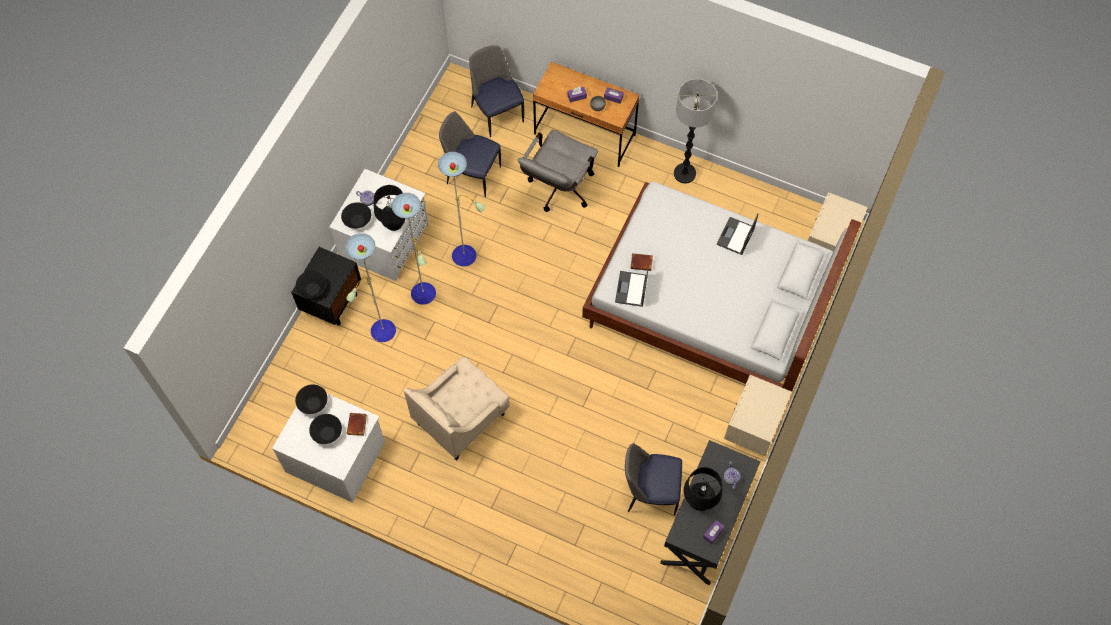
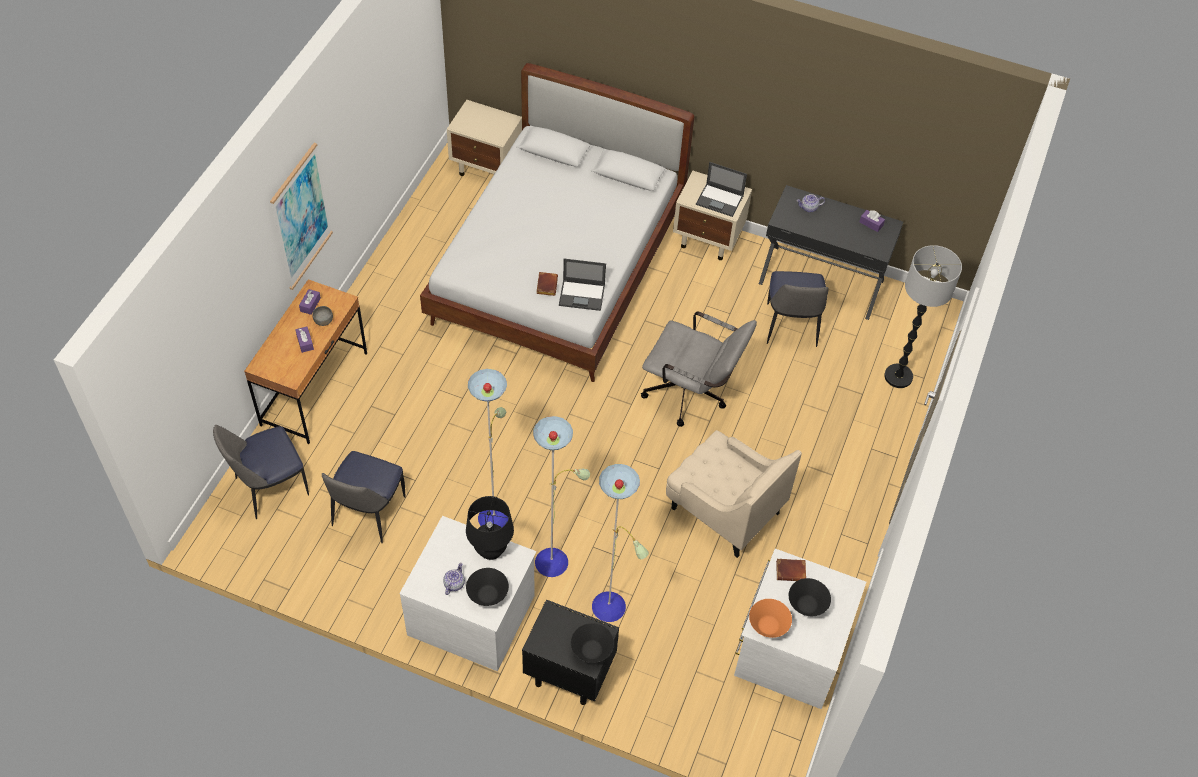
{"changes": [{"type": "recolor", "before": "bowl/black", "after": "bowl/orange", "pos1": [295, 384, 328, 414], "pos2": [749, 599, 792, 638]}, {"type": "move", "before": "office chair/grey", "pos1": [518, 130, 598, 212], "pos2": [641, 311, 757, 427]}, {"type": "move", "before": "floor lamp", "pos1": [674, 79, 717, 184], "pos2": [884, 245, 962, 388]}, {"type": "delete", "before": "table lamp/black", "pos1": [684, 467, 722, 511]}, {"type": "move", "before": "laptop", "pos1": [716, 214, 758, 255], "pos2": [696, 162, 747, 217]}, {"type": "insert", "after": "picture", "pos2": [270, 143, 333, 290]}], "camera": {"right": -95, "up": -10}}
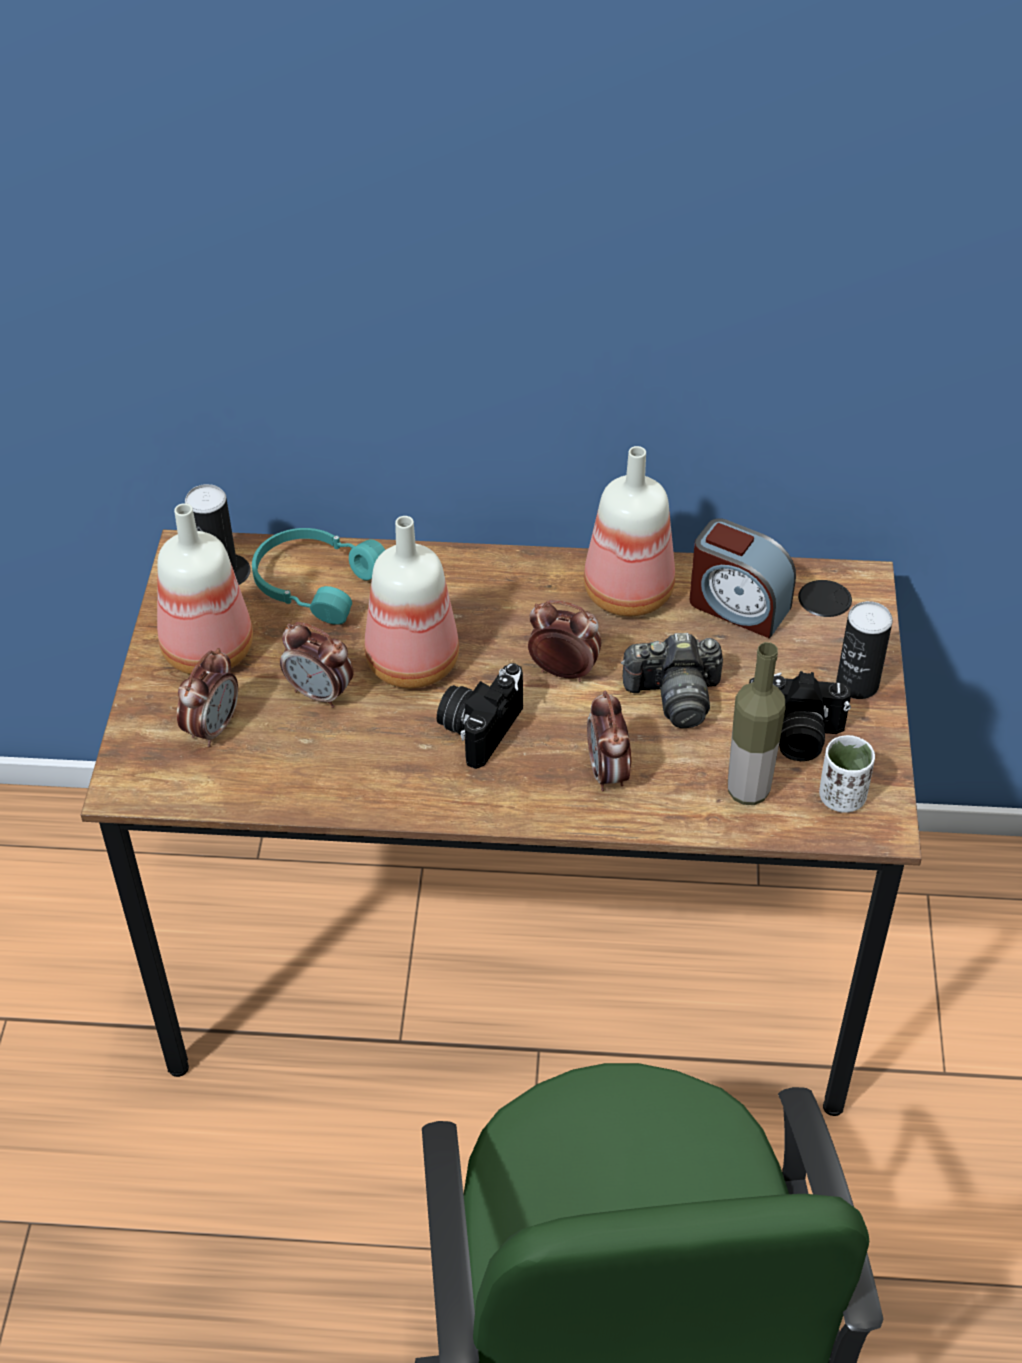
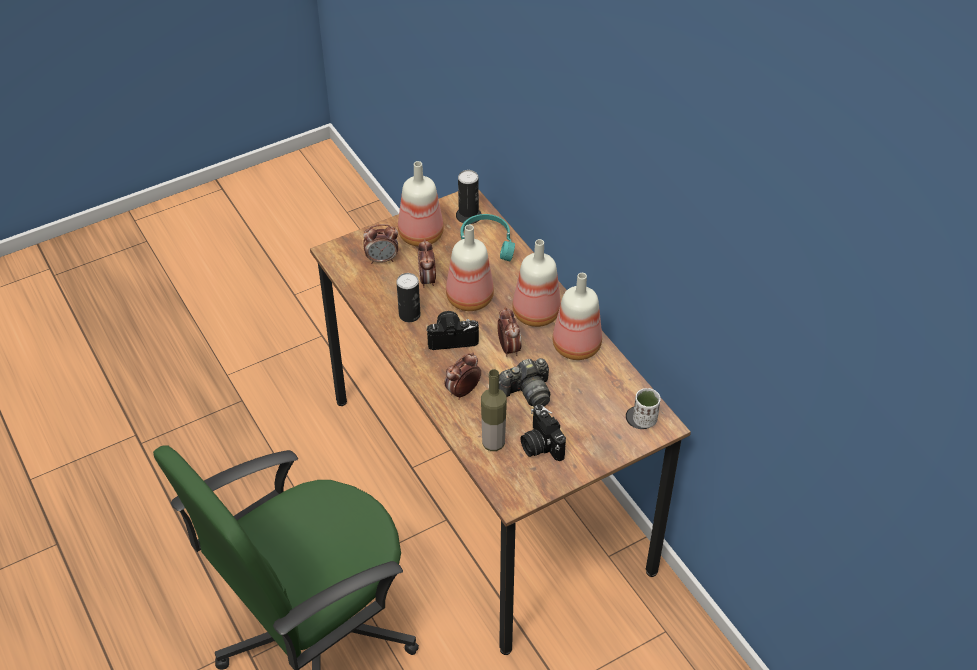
{"changes": [{"type": "rotate", "before": "photo camera", "pos1": [621, 633, 723, 728], "pos2": [499, 358, 551, 407], "turn": -75}, {"type": "delete", "before": "alarm clock", "pos1": [689, 518, 796, 638]}, {"type": "move", "before": "cup/white", "pos1": [819, 735, 875, 813], "pos2": [633, 388, 661, 428]}, {"type": "move", "before": "can", "pos1": [836, 601, 893, 699], "pos2": [396, 273, 420, 322]}, {"type": "insert", "after": "bottle", "pos2": [512, 239, 561, 327]}], "camera": {"right": 55, "up": 0}}
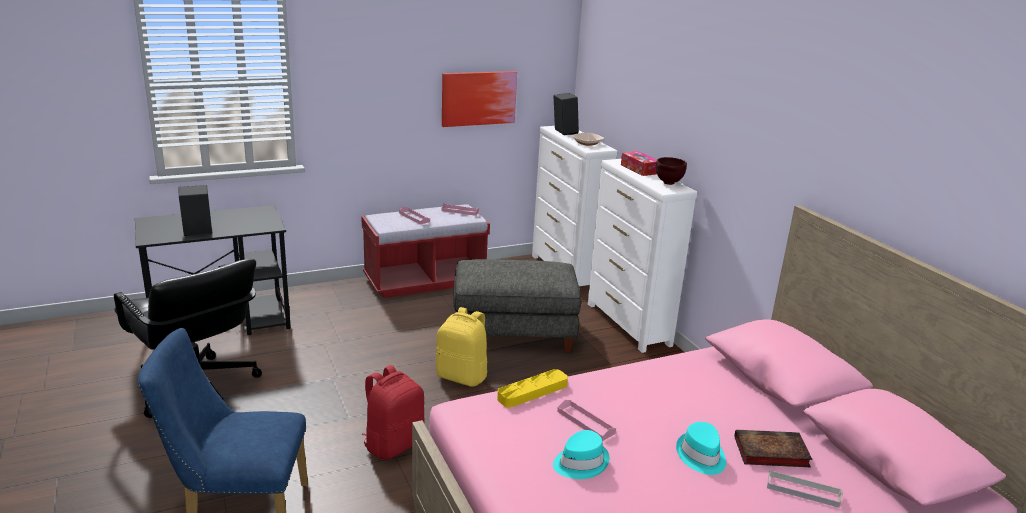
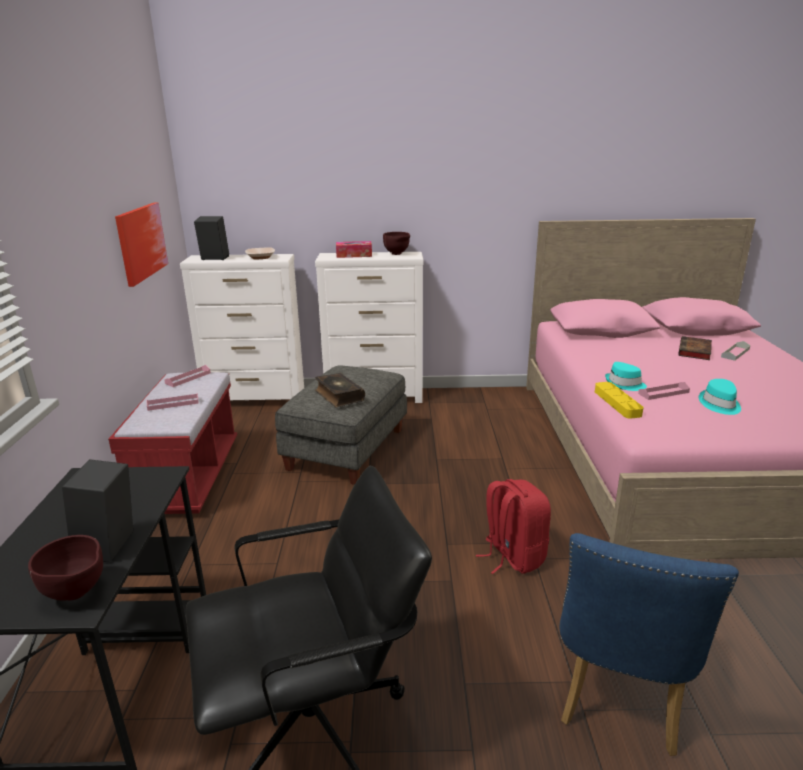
{"changes": [{"type": "delete", "before": "backpack/yellow", "pos1": [435, 307, 488, 387]}, {"type": "move", "before": "hat/turquoise", "pos1": [676, 422, 726, 475], "pos2": [605, 362, 647, 391]}, {"type": "insert", "after": "bowl/brown", "pos2": [28, 535, 103, 601]}, {"type": "insert", "after": "book", "pos2": [315, 373, 365, 407]}], "camera": {"right": -65, "up": 0}}
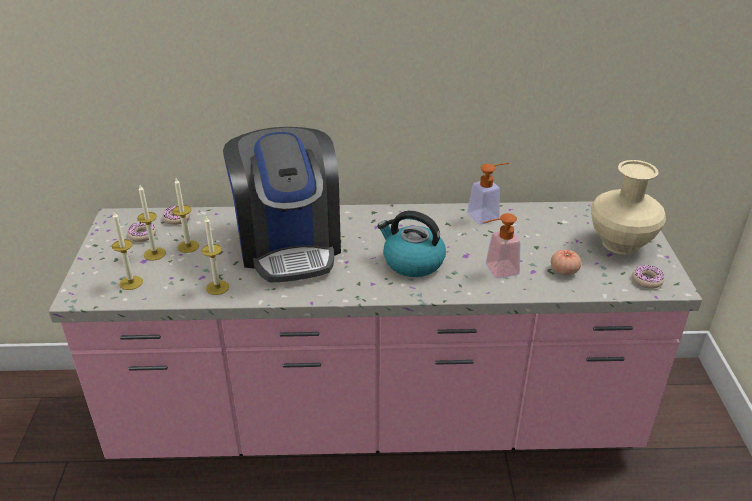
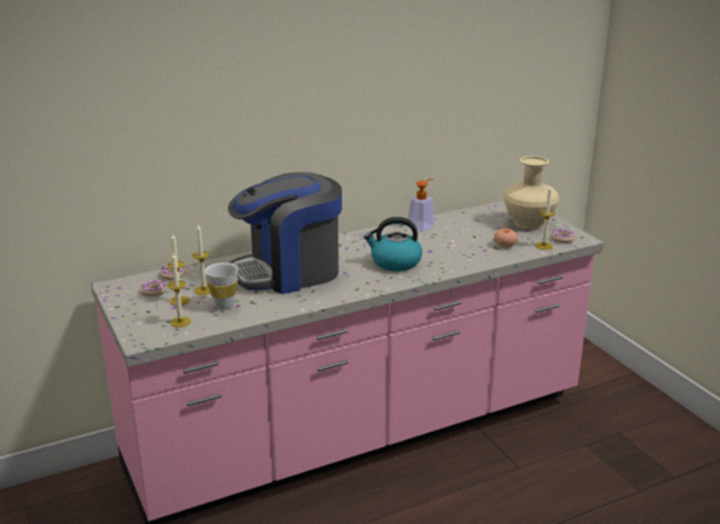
{"changes": [{"type": "move", "before": "candle", "pos1": [201, 216, 229, 295], "pos2": [535, 186, 555, 250]}, {"type": "rotate", "before": "coffee machine", "pos1": [223, 127, 341, 282], "pos2": [228, 172, 342, 294], "turn": 105}, {"type": "delete", "before": "soap dispenser", "pos1": [483, 213, 521, 279]}, {"type": "insert", "after": "cup/white", "pos2": [205, 263, 238, 310]}], "camera": {"right": -25, "up": -10}}
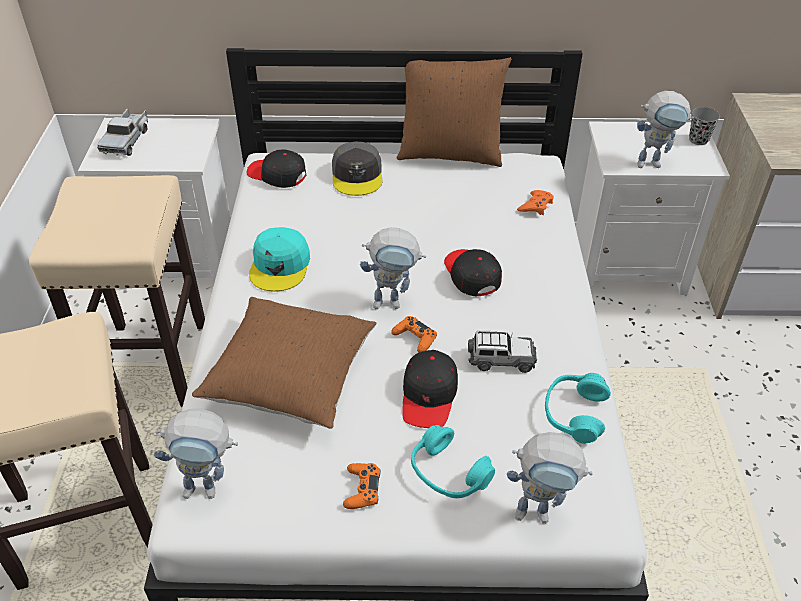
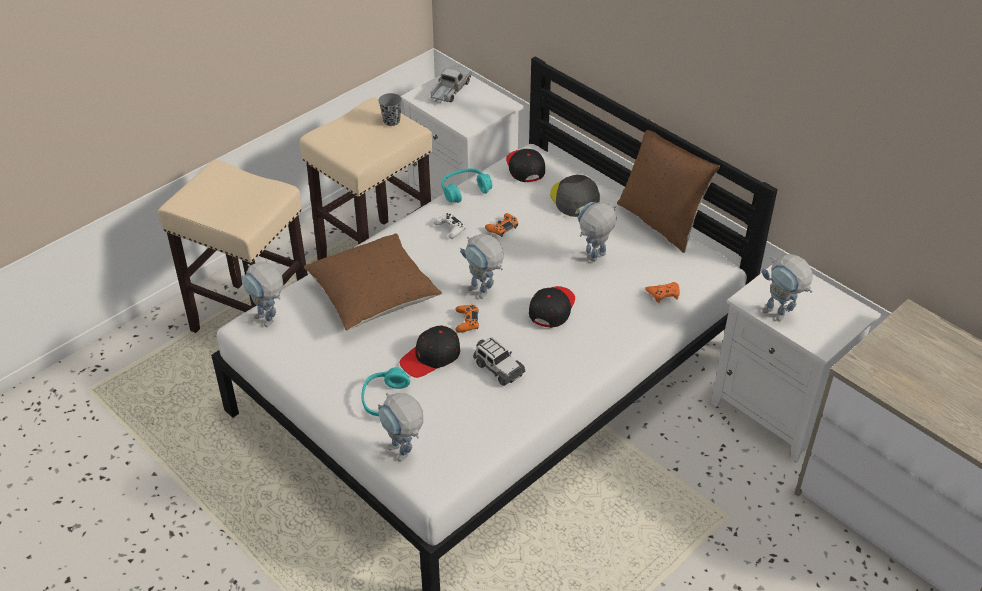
{"changes": [{"type": "rotate", "before": "toy truck", "pos1": [97, 108, 148, 156], "pos2": [430, 65, 472, 102], "turn": 150}, {"type": "replace", "before": "cap/turquoise", "after": "game controller/white", "pos1": [249, 227, 310, 292], "pos2": [434, 213, 465, 239]}, {"type": "rotate", "before": "cap/grey", "pos1": [332, 142, 382, 196], "pos2": [550, 175, 600, 217], "turn": 120}, {"type": "move", "before": "game controller/orange", "pos1": [343, 463, 381, 509], "pos2": [485, 213, 518, 237]}, {"type": "move", "before": "headphones/turquoise", "pos1": [545, 373, 611, 444], "pos2": [441, 168, 492, 203]}, {"type": "move", "before": "cup/grey", "pos1": [689, 107, 720, 145], "pos2": [378, 93, 402, 126]}, {"type": "insert", "after": "toy robot", "pos2": [578, 202, 617, 262]}], "camera": {"right": 45, "up": 0}}
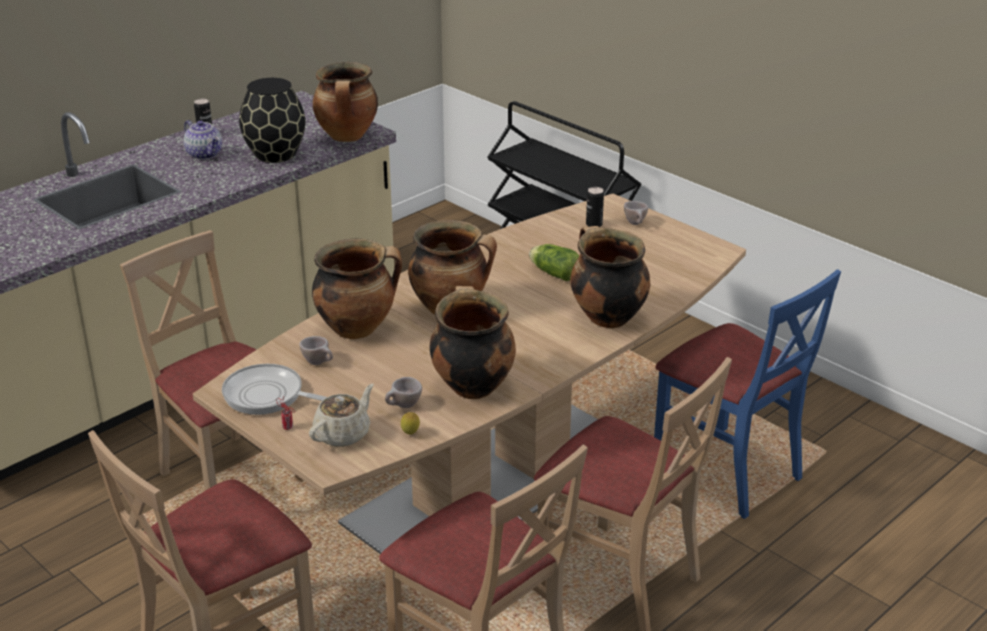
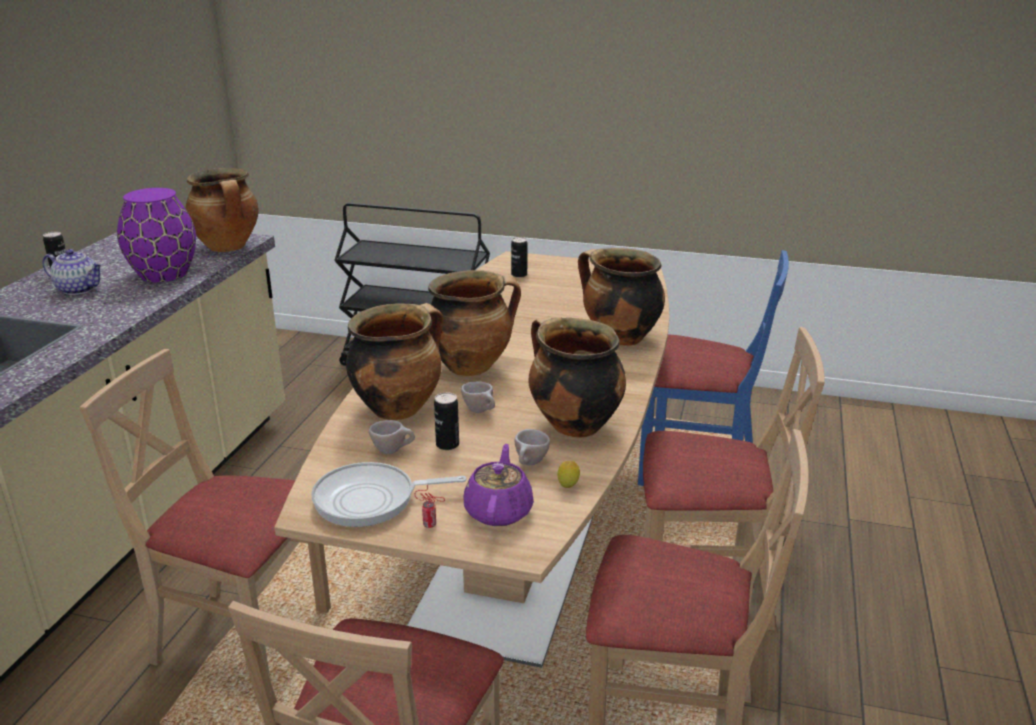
{"changes": [{"type": "recolor", "before": "vase/black", "after": "vase/purple", "pos1": [239, 78, 305, 163], "pos2": [117, 188, 196, 283]}, {"type": "recolor", "before": "teapot/beige", "after": "teapot/purple", "pos1": [309, 384, 374, 447], "pos2": [464, 444, 534, 526]}, {"type": "delete", "before": "lettuce", "pos1": [529, 244, 579, 281]}, {"type": "move", "before": "cup/beige", "pos1": [624, 201, 648, 225], "pos2": [461, 381, 495, 413]}, {"type": "insert", "after": "can", "pos2": [434, 392, 459, 450]}], "camera": {"right": -30, "up": -5}}
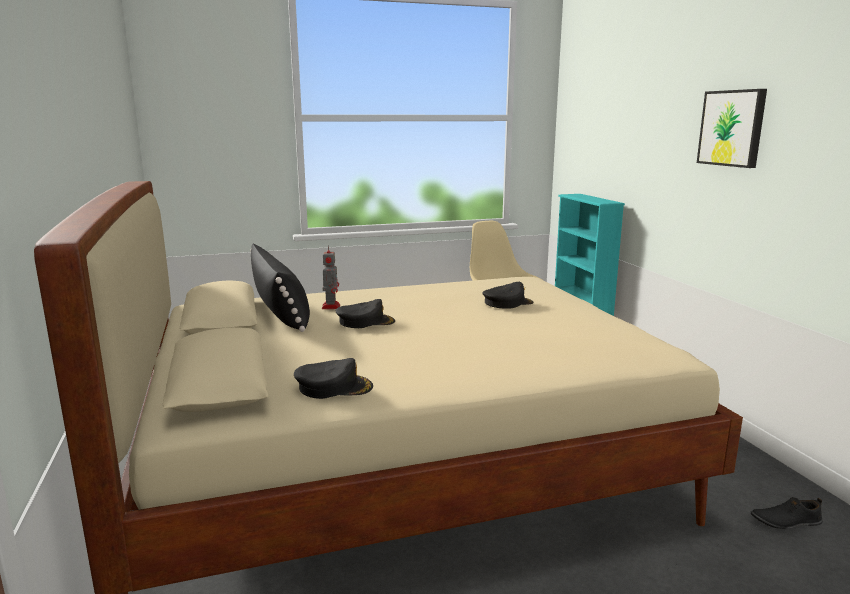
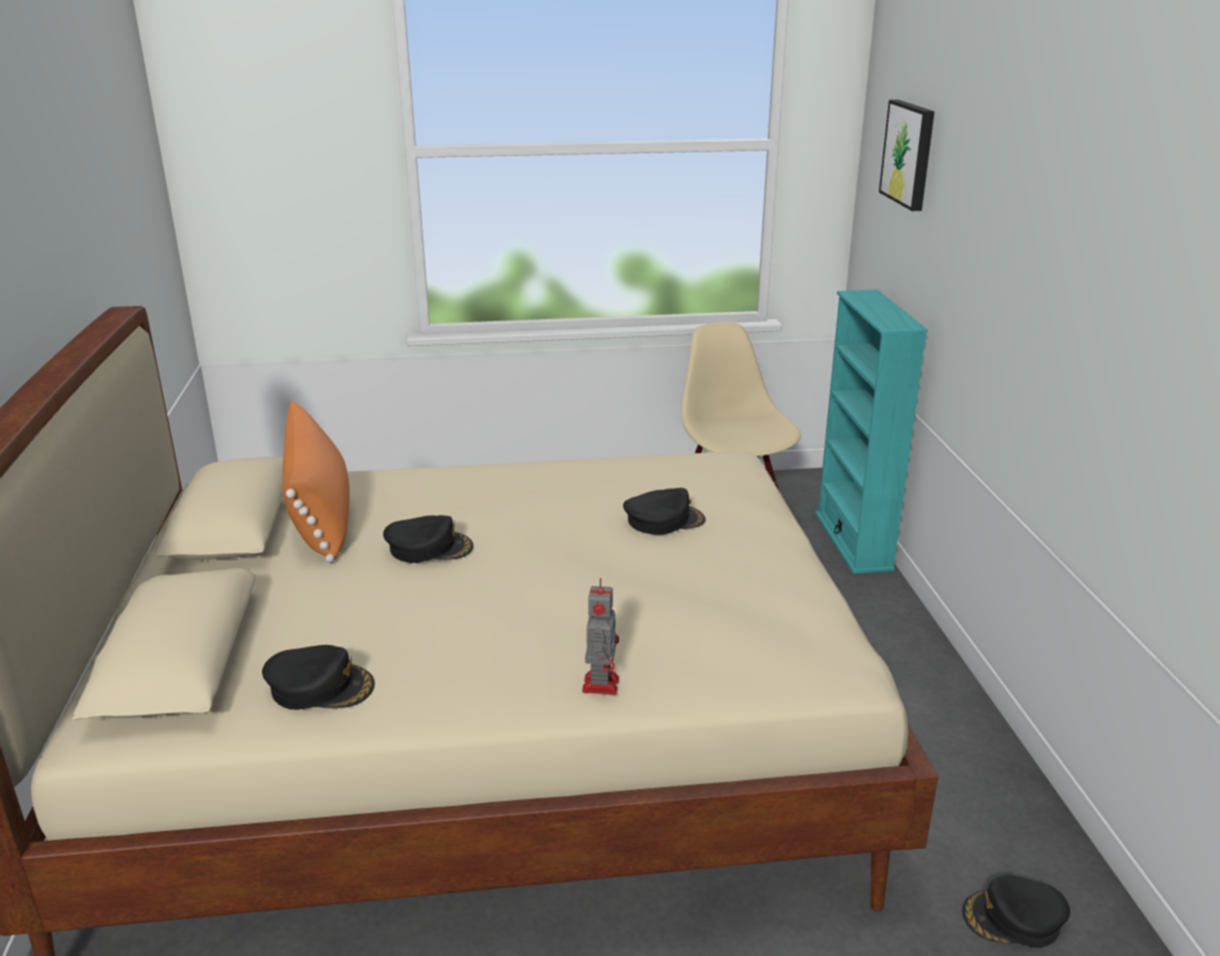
{"changes": [{"type": "recolor", "before": "pillow/black", "after": "pillow/orange", "pos1": [250, 243, 310, 332], "pos2": [283, 400, 350, 563]}, {"type": "move", "before": "toy robot", "pos1": [322, 245, 340, 309], "pos2": [582, 578, 619, 695]}, {"type": "move", "before": "picture", "pos1": [697, 89, 767, 168], "pos2": [879, 100, 935, 211]}, {"type": "replace", "before": "shoe/black", "after": "cap/black", "pos1": [751, 497, 823, 529], "pos2": [962, 875, 1070, 948]}], "camera": {"right": 10, "up": 10}}
